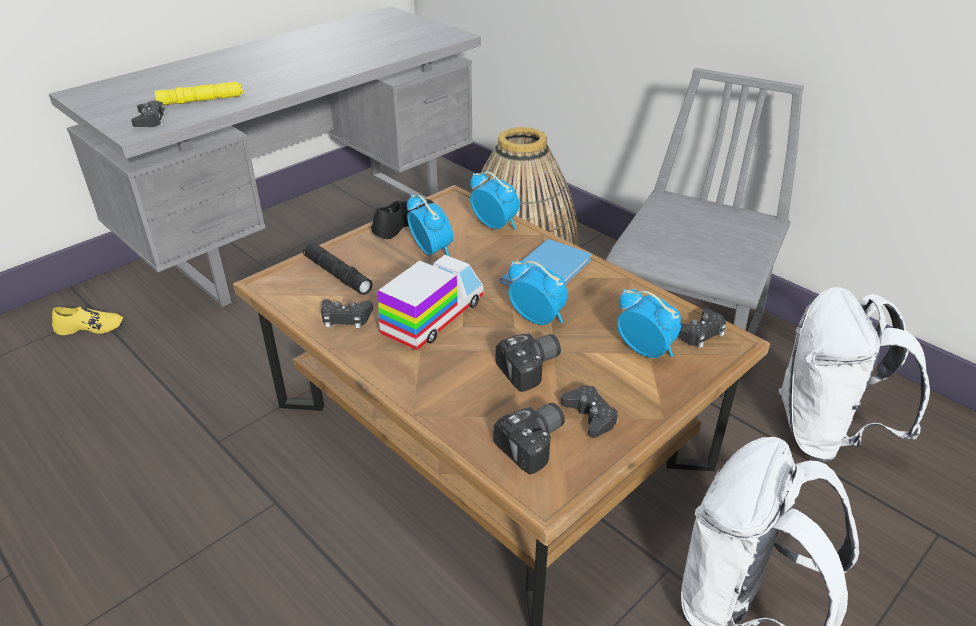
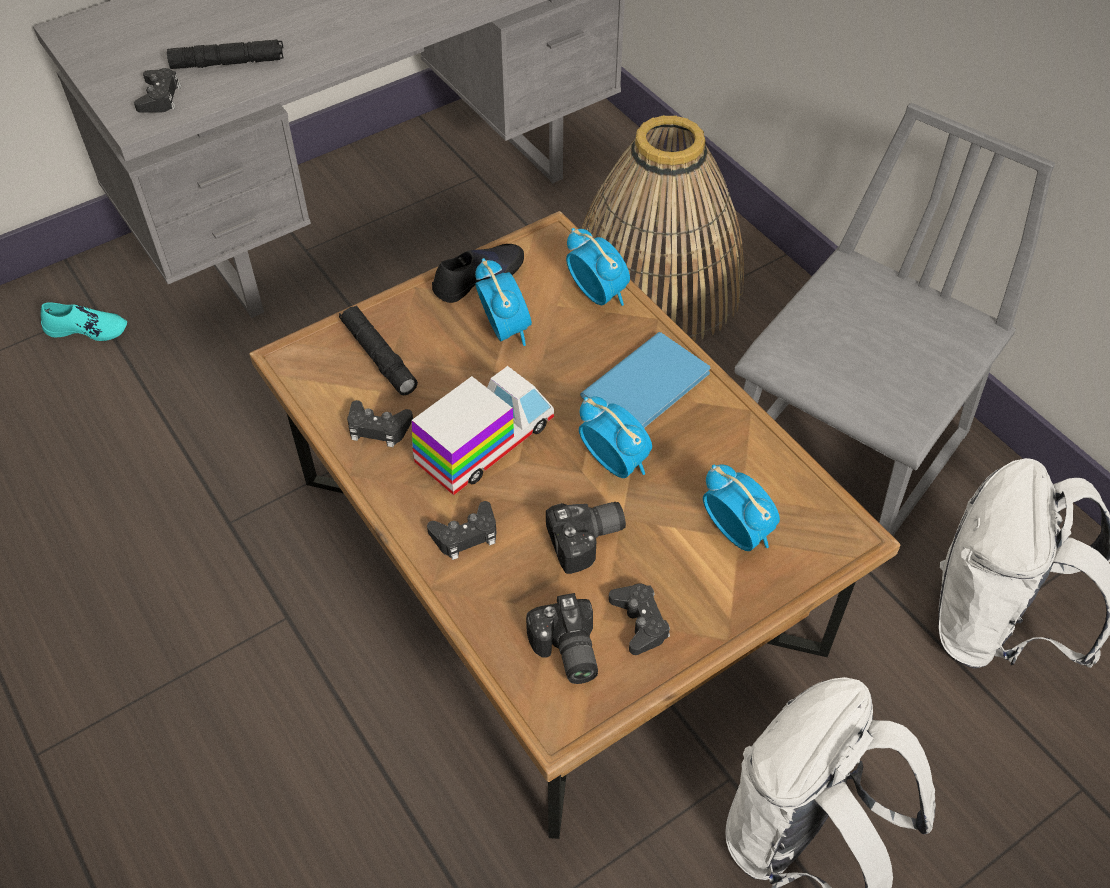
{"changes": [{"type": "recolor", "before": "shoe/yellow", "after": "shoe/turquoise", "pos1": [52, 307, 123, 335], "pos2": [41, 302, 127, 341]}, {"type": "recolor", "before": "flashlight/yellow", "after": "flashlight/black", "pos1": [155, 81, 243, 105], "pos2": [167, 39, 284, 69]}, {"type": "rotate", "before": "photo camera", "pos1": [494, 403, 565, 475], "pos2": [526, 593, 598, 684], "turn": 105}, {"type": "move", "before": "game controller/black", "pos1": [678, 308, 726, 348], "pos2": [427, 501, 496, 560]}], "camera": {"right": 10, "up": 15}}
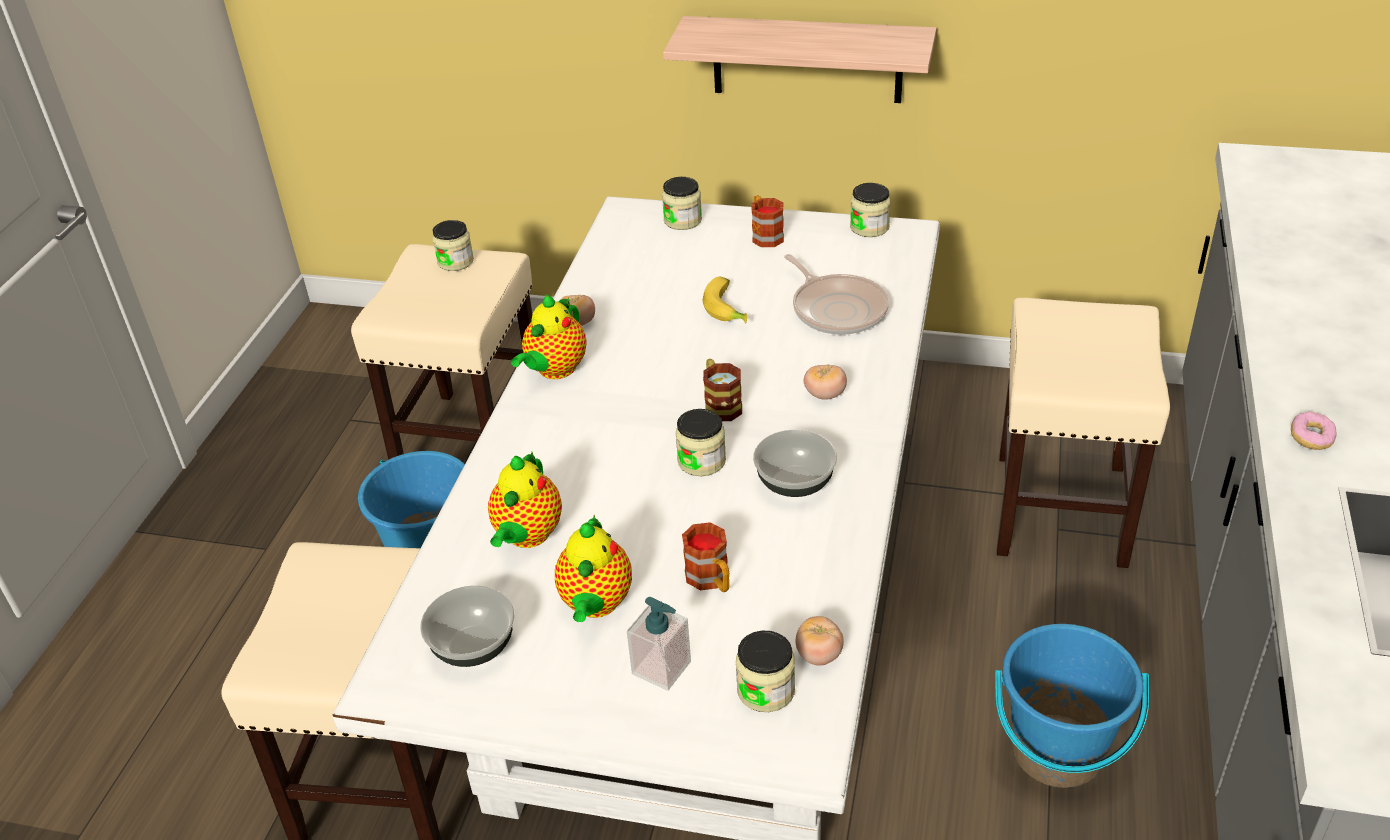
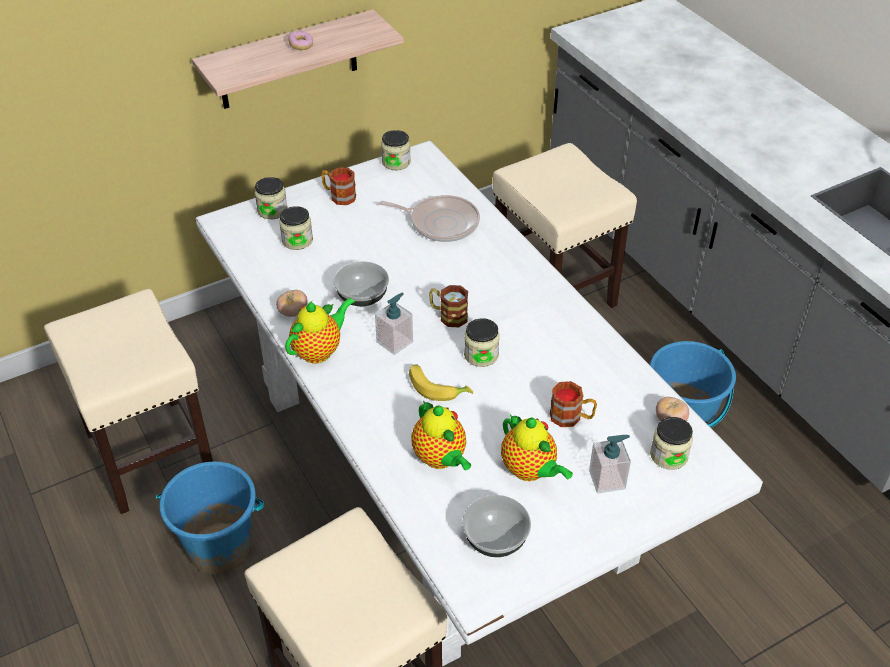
{"changes": [{"type": "move", "before": "jar", "pos1": [432, 220, 474, 271], "pos2": [279, 206, 313, 250]}, {"type": "rotate", "before": "teapot", "pos1": [511, 294, 587, 379], "pos2": [285, 297, 355, 363], "turn": -120}, {"type": "move", "before": "banana", "pos1": [703, 277, 747, 324], "pos2": [409, 364, 473, 401]}, {"type": "move", "before": "bowl", "pos1": [753, 430, 837, 497], "pos2": [334, 261, 389, 306]}, {"type": "delete", "before": "tomato", "pos1": [804, 365, 847, 400]}, {"type": "move", "before": "donut", "pos1": [1291, 412, 1337, 450], "pos2": [288, 31, 313, 50]}, {"type": "insert", "after": "soap dispenser", "pos2": [375, 293, 413, 355]}], "camera": {"right": -45, "up": 5}}
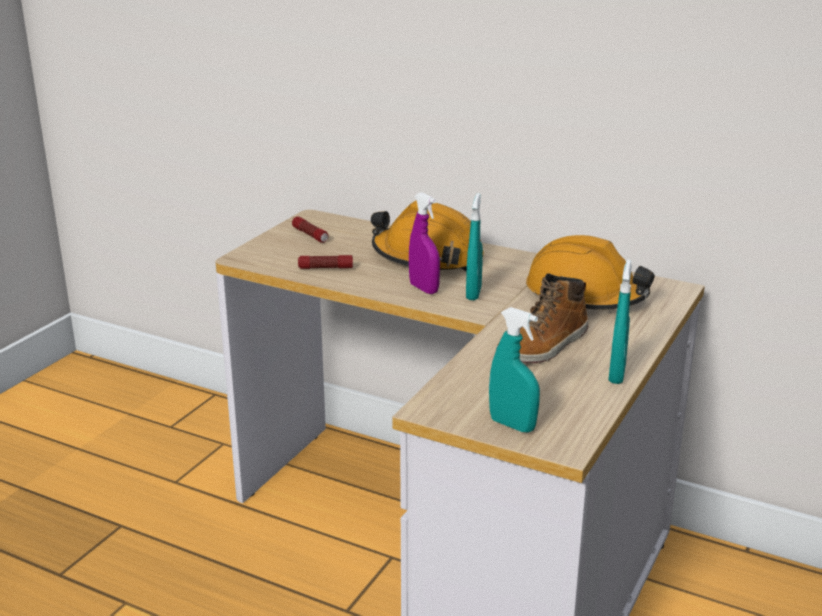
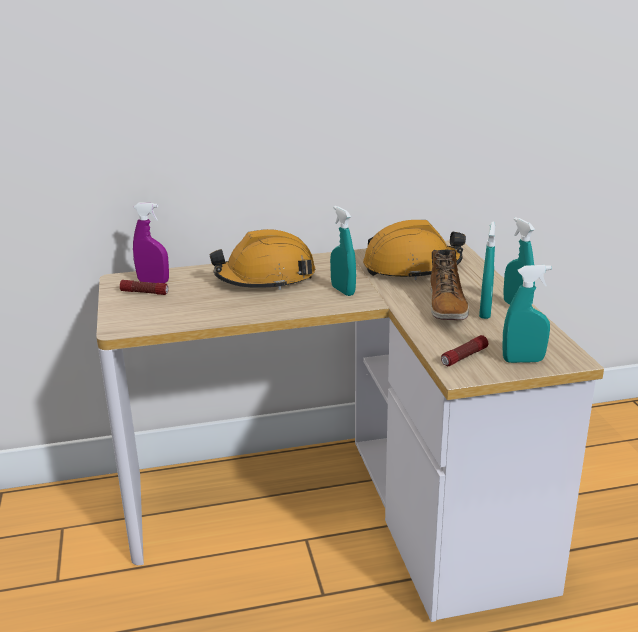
{"changes": [{"type": "move", "before": "flashlight", "pos1": [298, 255, 353, 269], "pos2": [441, 335, 488, 366]}, {"type": "move", "before": "spray bottle/purple", "pos1": [409, 192, 440, 294], "pos2": [133, 202, 169, 283]}, {"type": "insert", "after": "spray bottle/turquoise", "pos2": [479, 221, 495, 319]}], "camera": {"right": -40, "up": 0}}
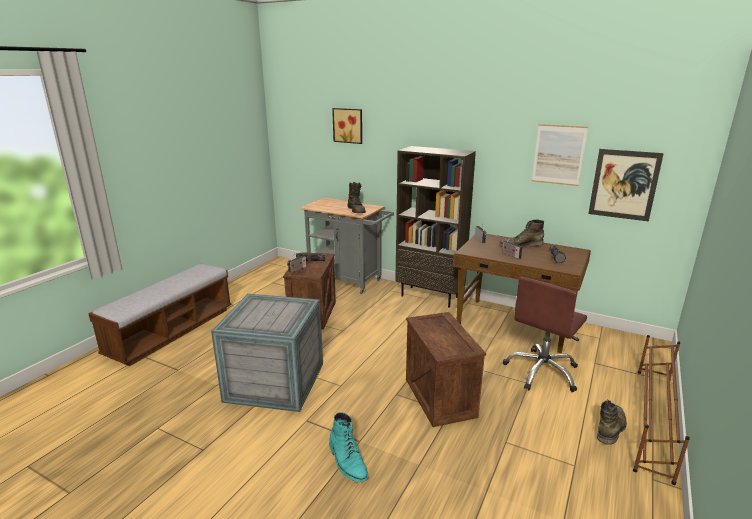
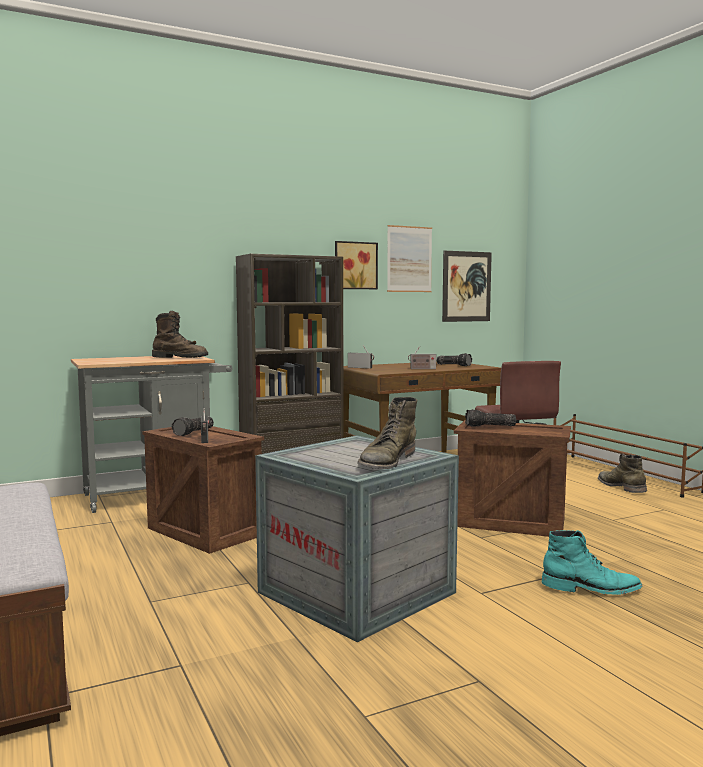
{"changes": [{"type": "move", "before": "picture", "pos1": [332, 108, 362, 144], "pos2": [335, 241, 378, 289]}, {"type": "move", "before": "boot/green", "pos1": [499, 219, 544, 247], "pos2": [358, 397, 417, 469]}, {"type": "insert", "after": "flashlight", "pos2": [465, 409, 516, 427]}], "camera": {"right": -55, "up": -15}}
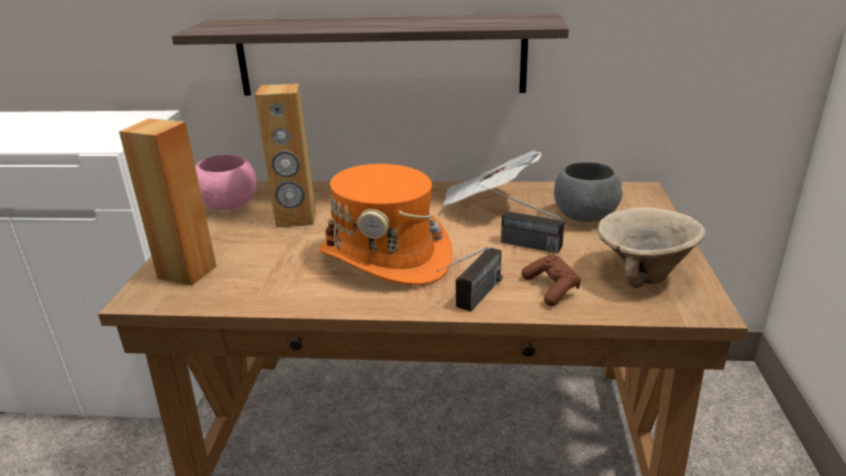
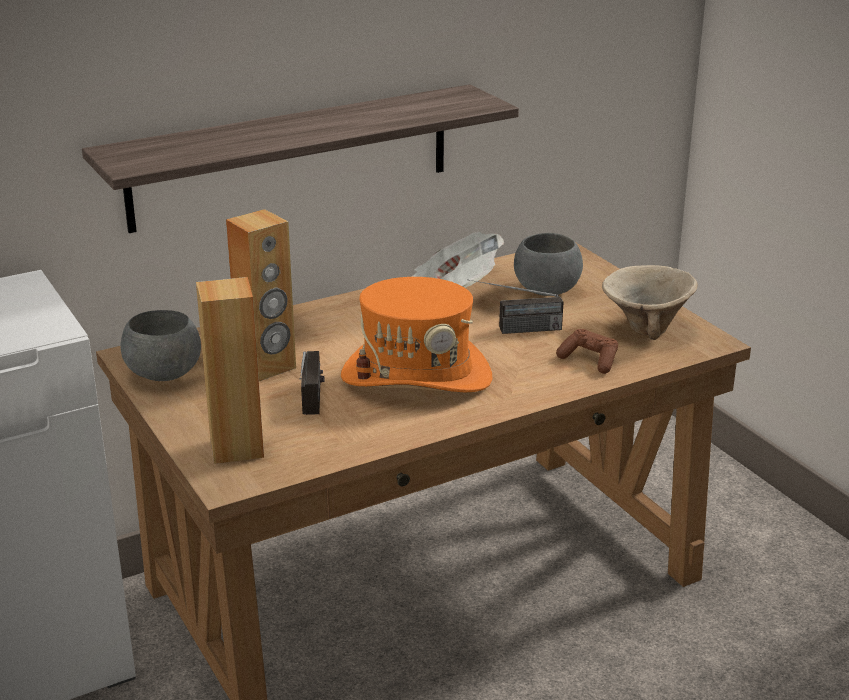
{"changes": [{"type": "recolor", "before": "bowl/pink", "after": "bowl/grey", "pos1": [195, 155, 257, 210], "pos2": [120, 310, 201, 381]}, {"type": "move", "before": "radio", "pos1": [437, 247, 503, 312], "pos2": [300, 351, 325, 415]}], "camera": {"right": -35, "up": 0}}
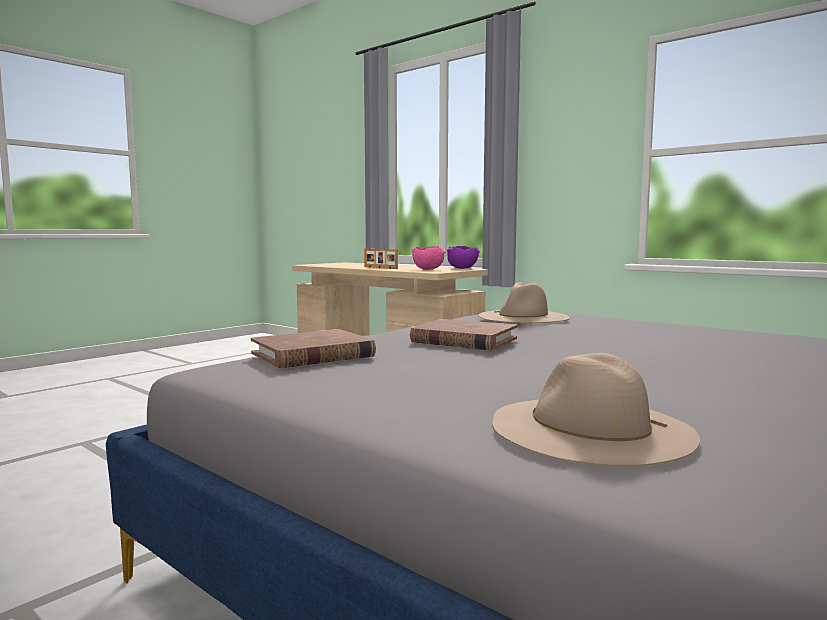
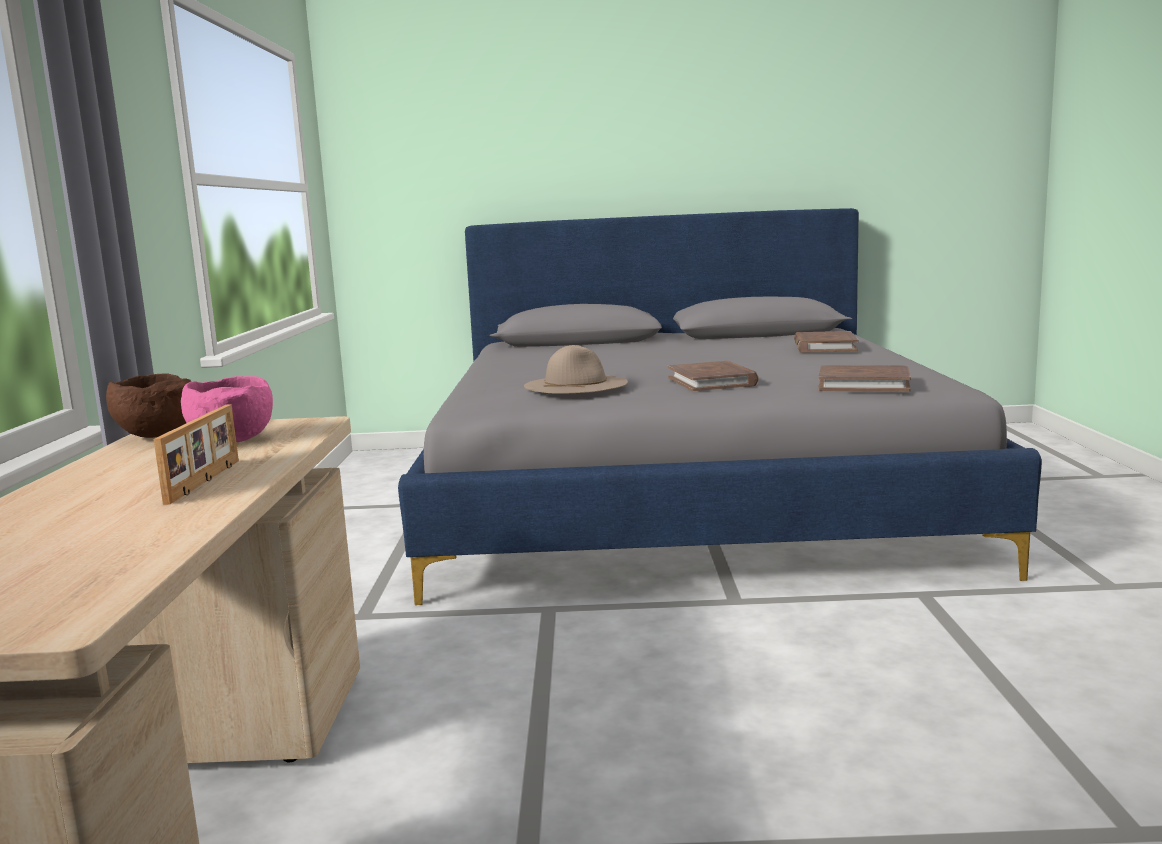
{"changes": [{"type": "recolor", "before": "bowl/purple", "after": "bowl/brown", "pos1": [447, 246, 480, 269], "pos2": [106, 374, 191, 438]}, {"type": "replace", "before": "hat/beige", "after": "book/brown", "pos1": [492, 353, 700, 466], "pos2": [794, 331, 859, 353]}], "camera": {"right": -130, "up": 5}}
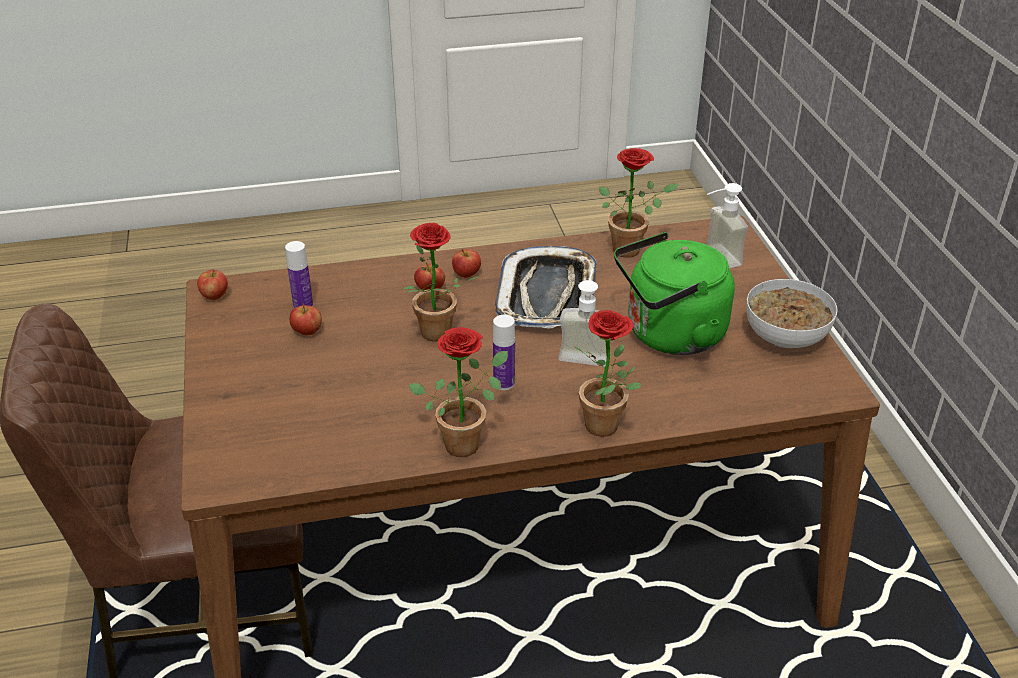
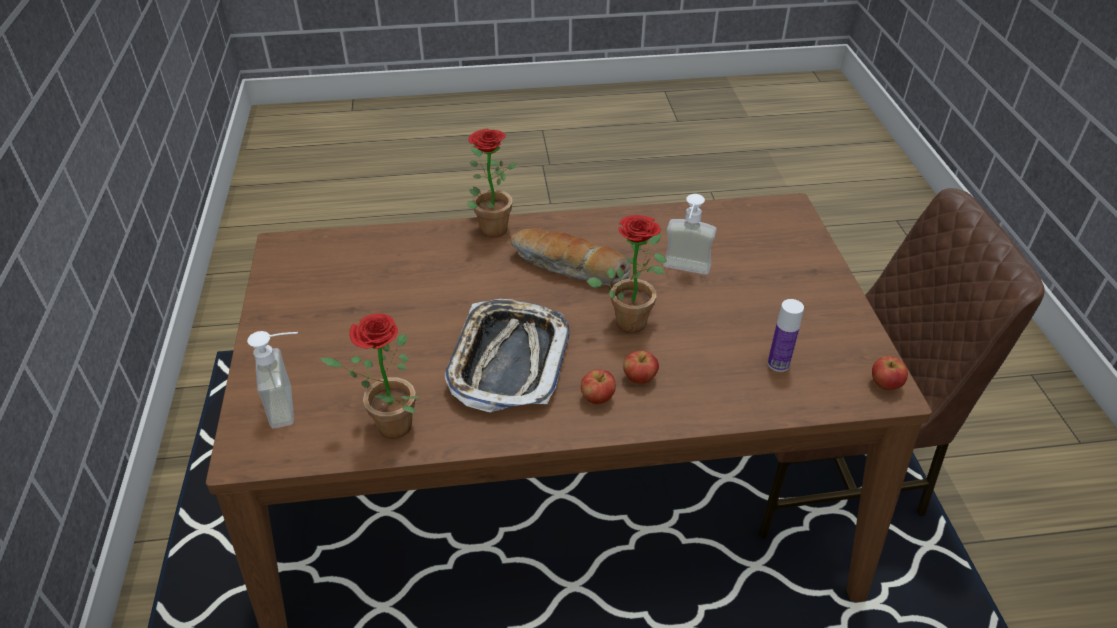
{"changes": [{"type": "delete", "before": "apple", "pos1": [290, 304, 322, 335]}, {"type": "delete", "before": "potted plant", "pos1": [408, 327, 508, 457]}, {"type": "replace", "before": "bottle", "after": "bread", "pos1": [493, 315, 515, 390], "pos2": [511, 228, 631, 285]}, {"type": "move", "before": "soap dispenser", "pos1": [558, 268, 611, 367], "pos2": [663, 194, 717, 275]}, {"type": "delete", "before": "kettle/green", "pos1": [614, 232, 735, 355]}, {"type": "delete", "before": "bowl", "pos1": [746, 279, 838, 348]}], "camera": {"right": -175, "up": 5}}
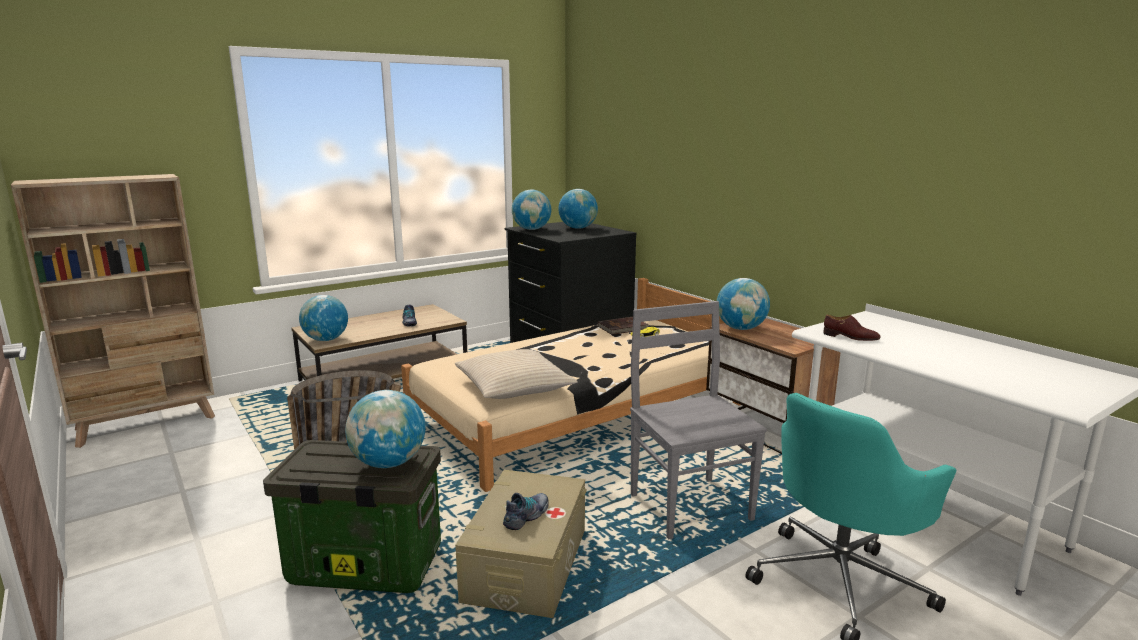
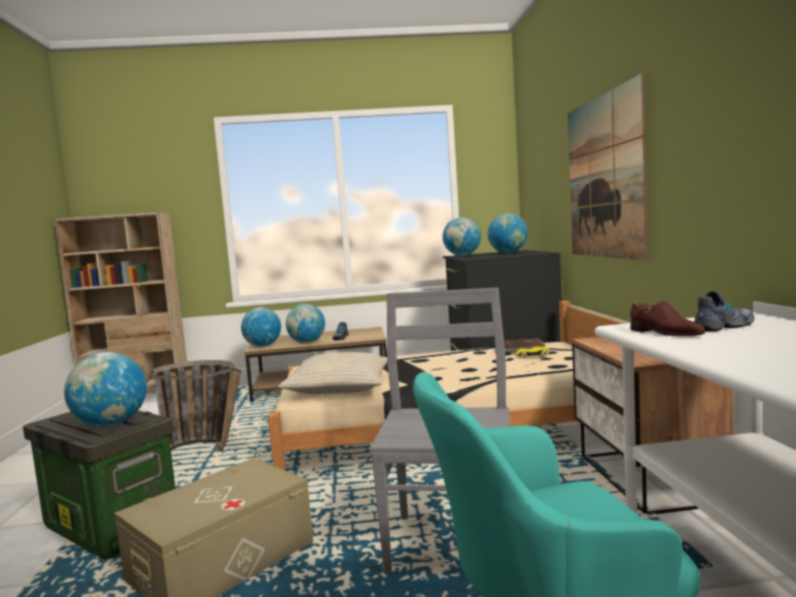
{"changes": [{"type": "move", "before": "shoe", "pos1": [503, 493, 549, 530], "pos2": [694, 291, 754, 332]}, {"type": "move", "before": "globe", "pos1": [717, 278, 770, 330], "pos2": [286, 304, 325, 343]}, {"type": "insert", "after": "picture", "pos2": [568, 73, 647, 260]}], "camera": {"right": 30, "up": -10}}
